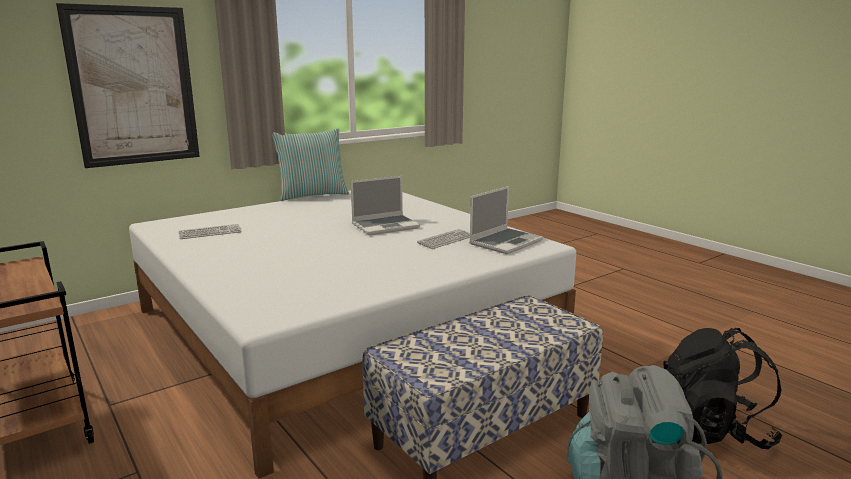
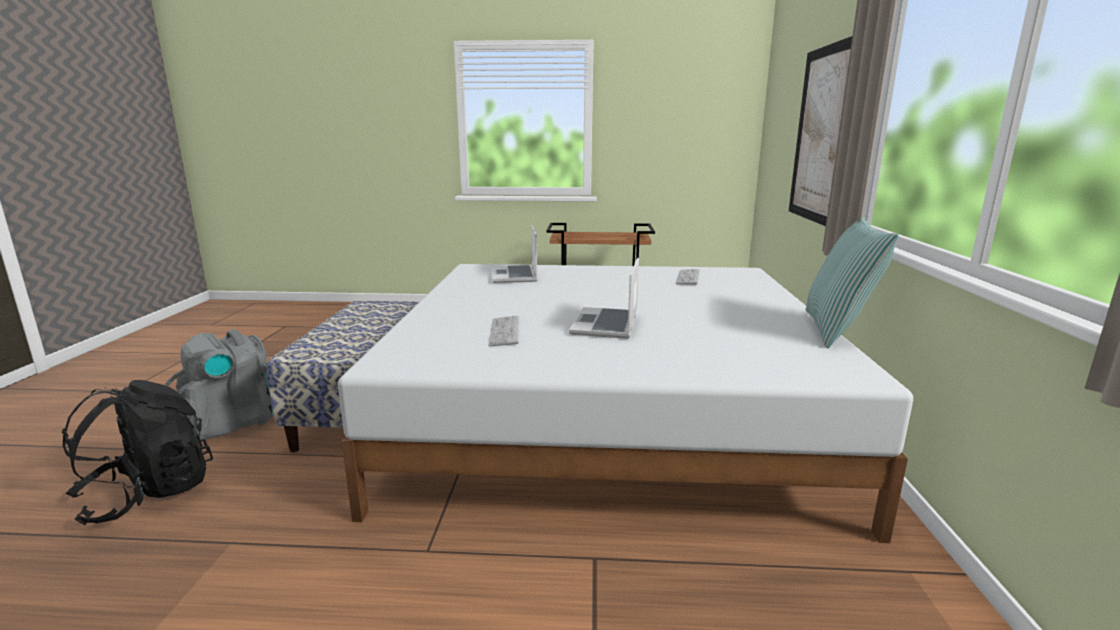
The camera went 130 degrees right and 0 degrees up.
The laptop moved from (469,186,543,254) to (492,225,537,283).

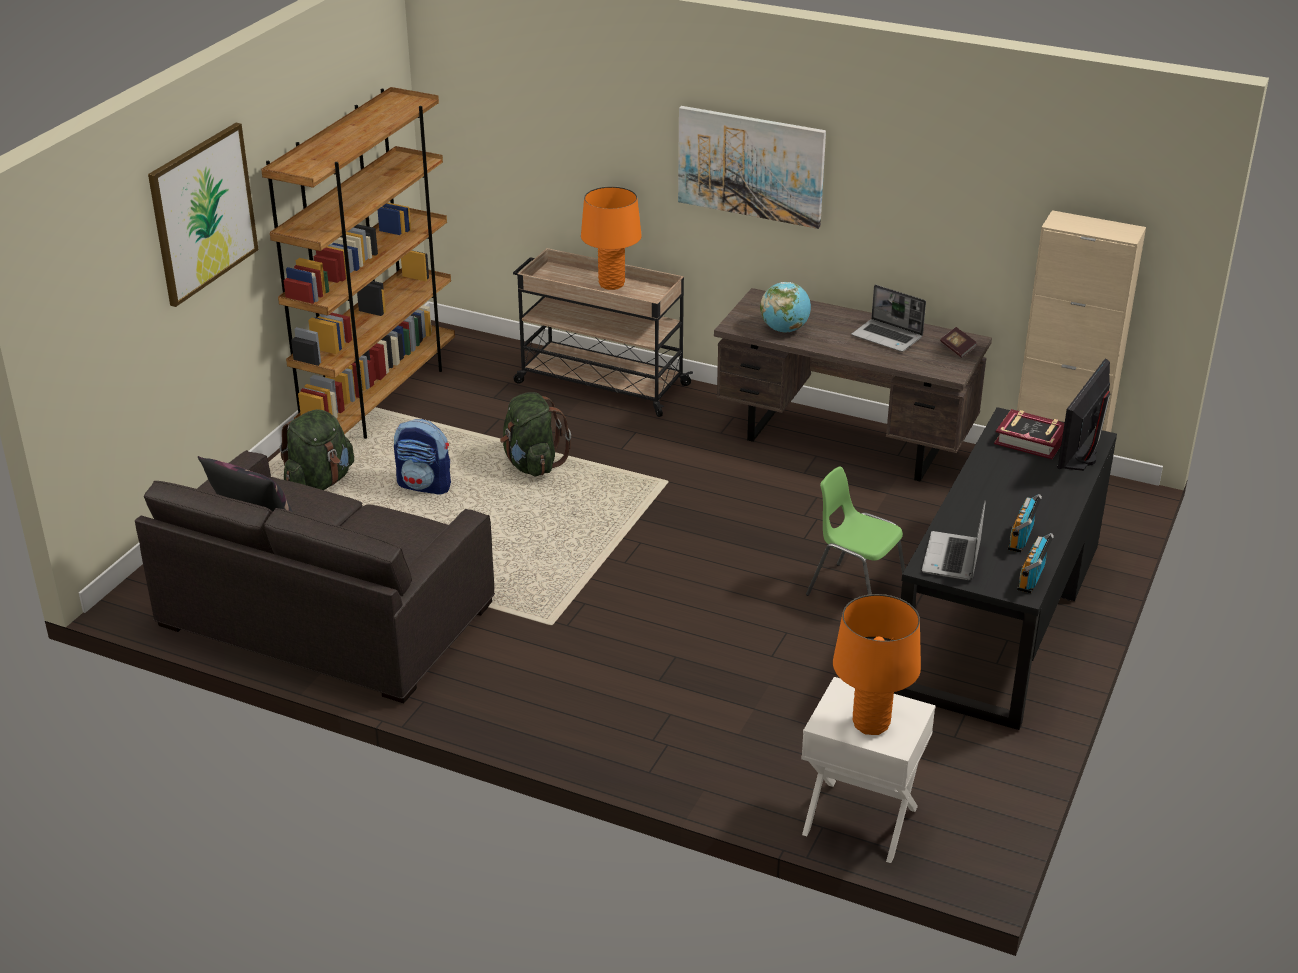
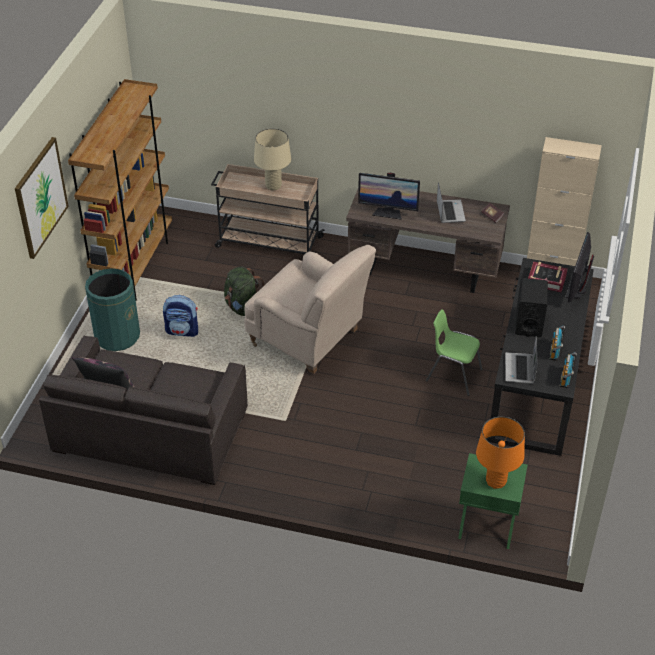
The camera went 10 degrees left and 10 degrees up.
The backpack/green at (280,409,354,490) was replaced by the trash can/green at (85,268,140,351).
The table lamp/orange at (581,186,642,290) became the table lamp/beige at (254,128,291,191).
The picture at (678,106,826,229) disappeared.
The globe at (760,282,811,333) was replaced by the monitor at (358,173,420,220).
The nightstand/white at (801,677,935,863) became the nightstand/green at (458,453,528,549).
The laptop at (851,285,926,352) turned 120 degrees counterclockwise.
The armchair/beige at (244,245,376,374) appeared.
The speaker/black at (515,278,548,337) appeared.

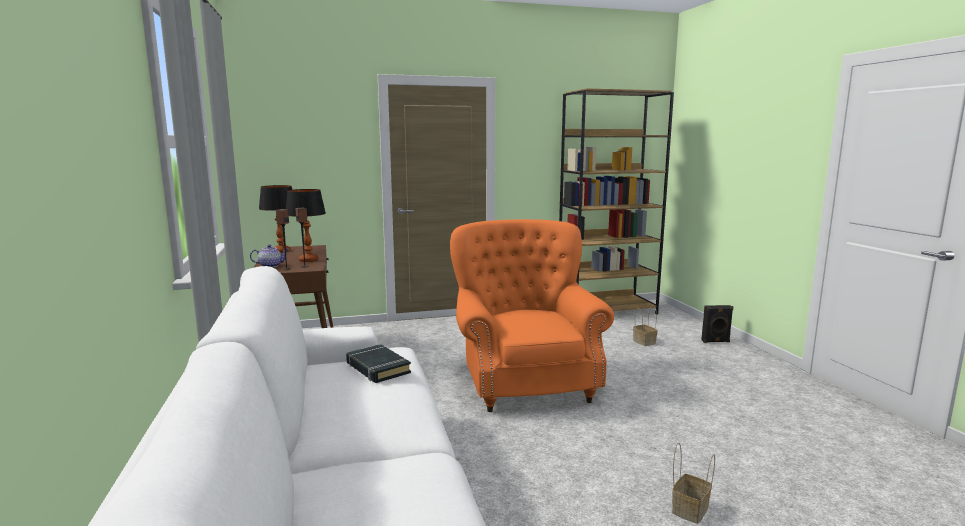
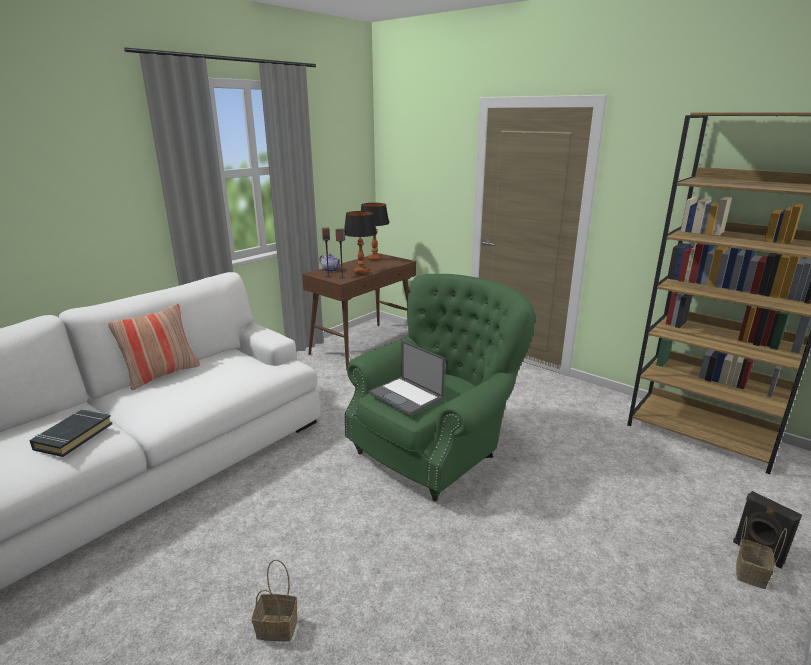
The camera went 55 degrees right and 10 degrees up.
The book/black moved from (346,344,411,383) to (29,409,113,457).
The armchair/orange at (450,219,614,412) became the armchair/green at (345,274,535,501).
The basket moved from (633,306,658,346) to (736,516,787,589).
The pillow at (108,304,200,390) appeared.
The laptop at (368,340,445,416) appeared.

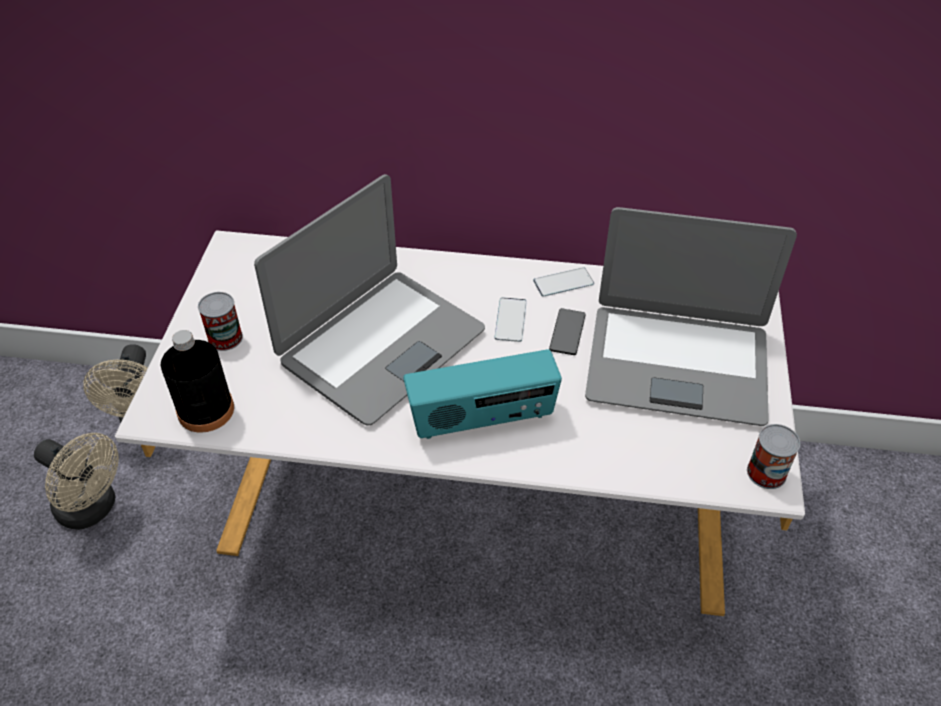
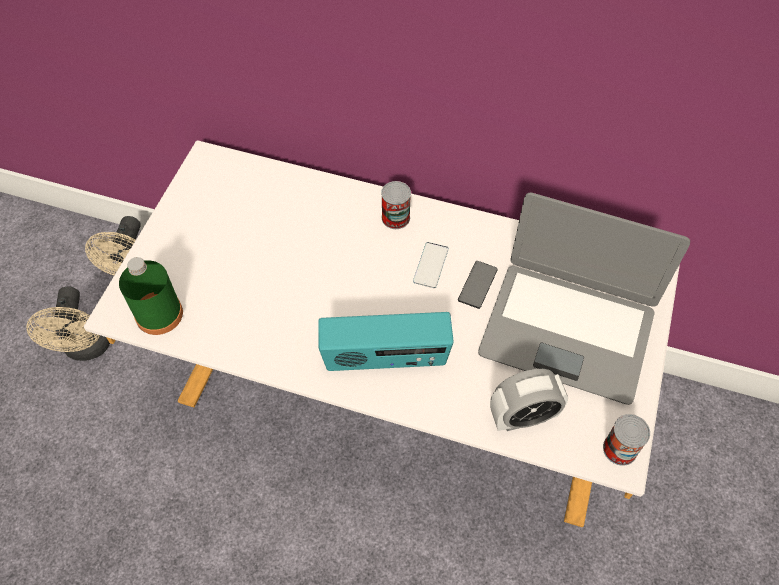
The camera went 10 degrees right and 10 degrees up.
The fan/beige at (34,433,119,530) turned 45 degrees clockwise.
The bottle/black at (161,330,234,433) became the bottle/green at (119,257,183,335).
The can moved from (198,292,243,351) to (381,181,411,229).
The laptop at (254,174,485,426) disappeared.
The phone at (533,267,594,297) disappeared.
The alarm clock at (490,369,568,431) appeared.

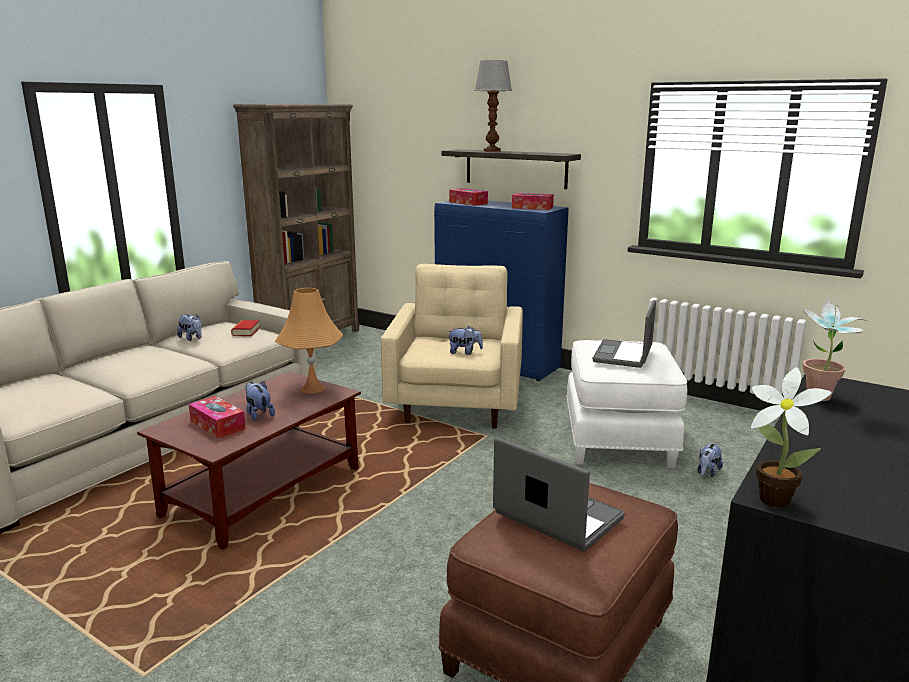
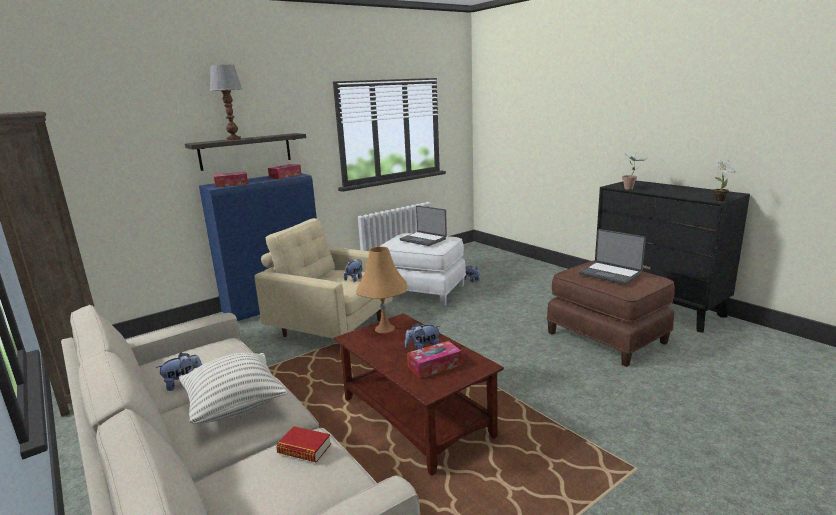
The camera went 70 degrees left and 0 degrees up.
The book moved from (231,320,260,336) to (276,426,331,462).
The laptop at (493,438,625,551) turned 105 degrees counterclockwise.
The pillow at (179,353,287,424) appeared.

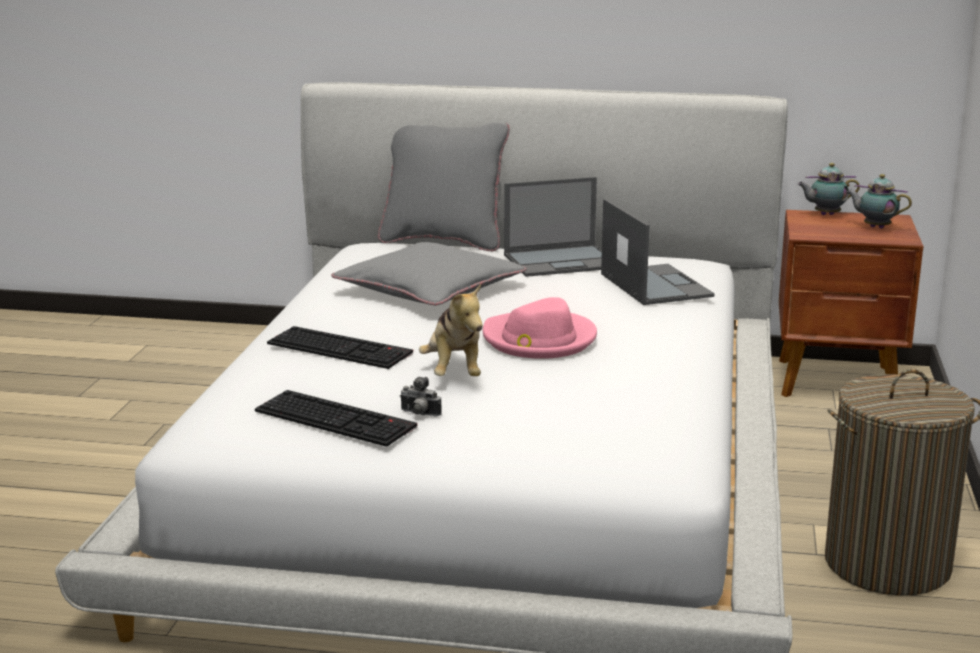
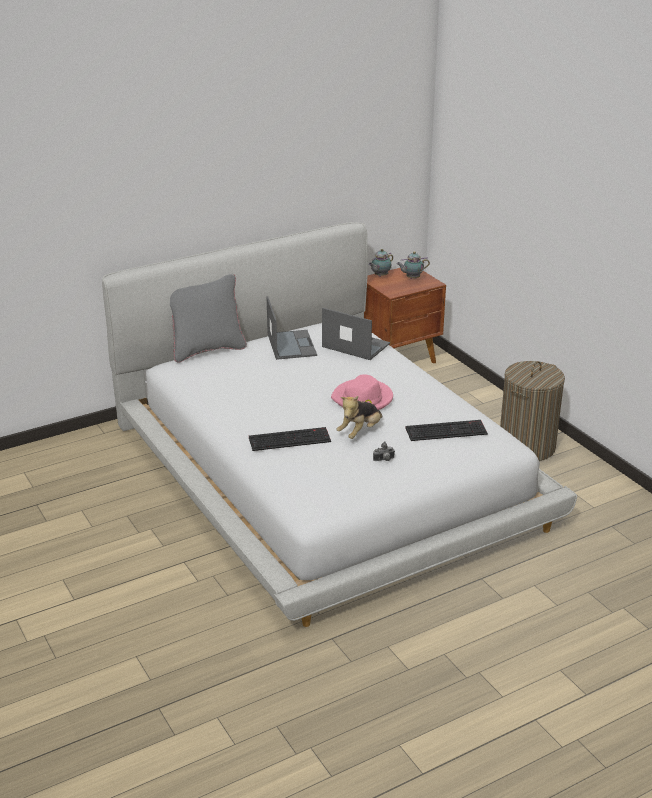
The camera went 40 degrees left and 10 degrees up.
The keyboard moved from (255,390,417,447) to (405,420,488,441).
The pillow/grey at (331,242,527,305) disappeared.
The plush toy at (419,284,483,376) turned 90 degrees clockwise.
The laptop at (504,177,602,277) turned 45 degrees counterclockwise.

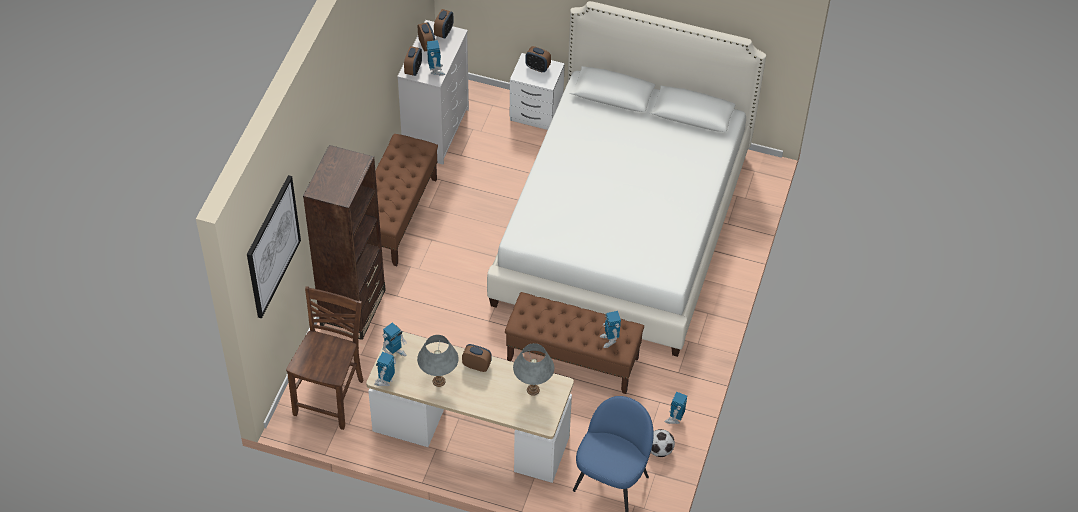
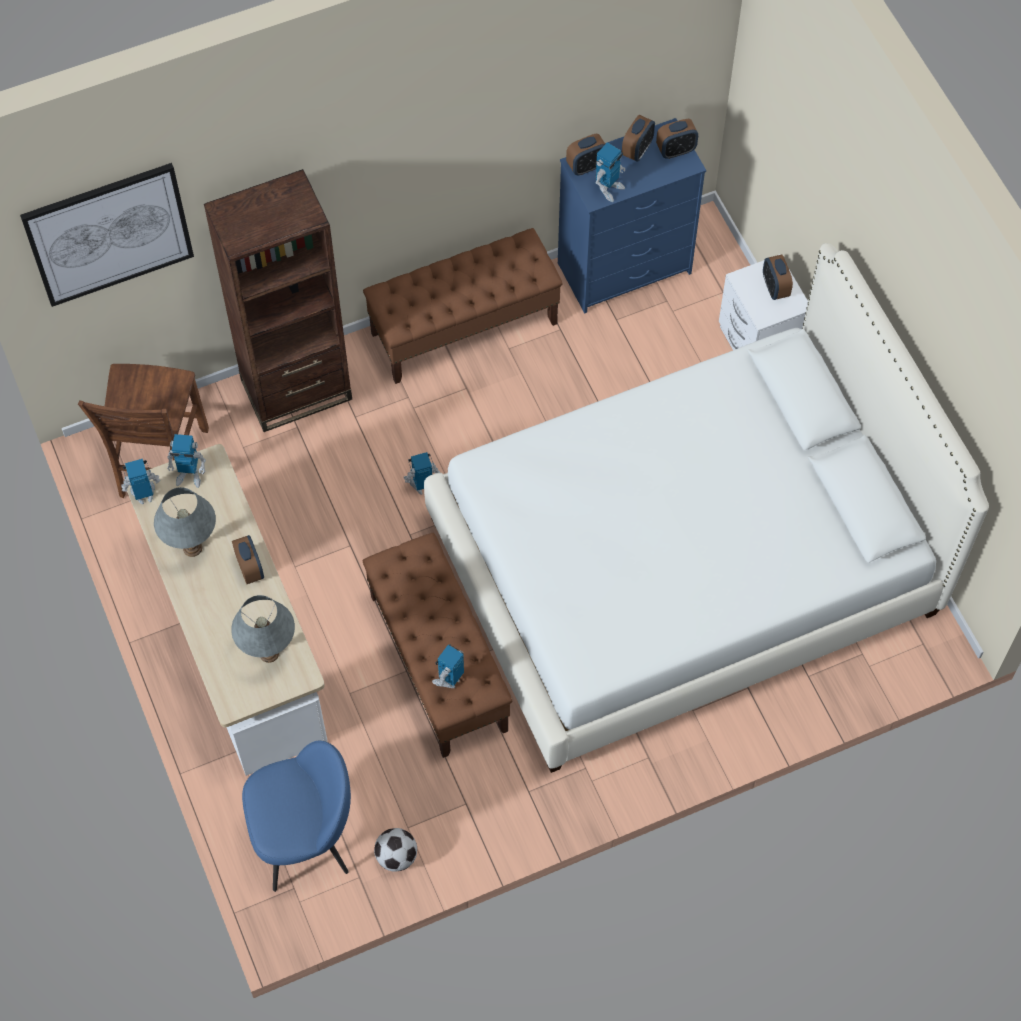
The camera went 50 degrees right and 10 degrees up.
The chair/brown at (286,286,364,430) turned 120 degrees clockwise.
The dresser/white at (397,20,469,164) became the dresser/blue at (558,118,706,313).
The toy robot moved from (664,392,687,424) to (403,452,440,495).

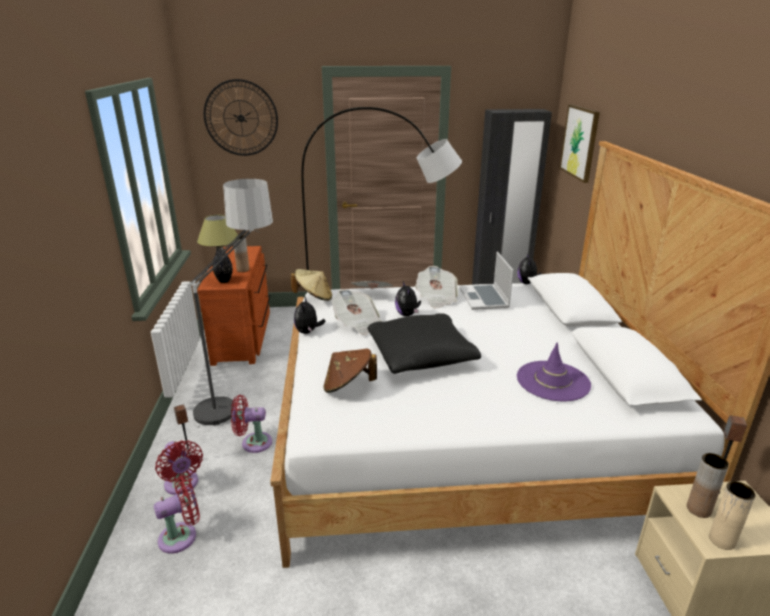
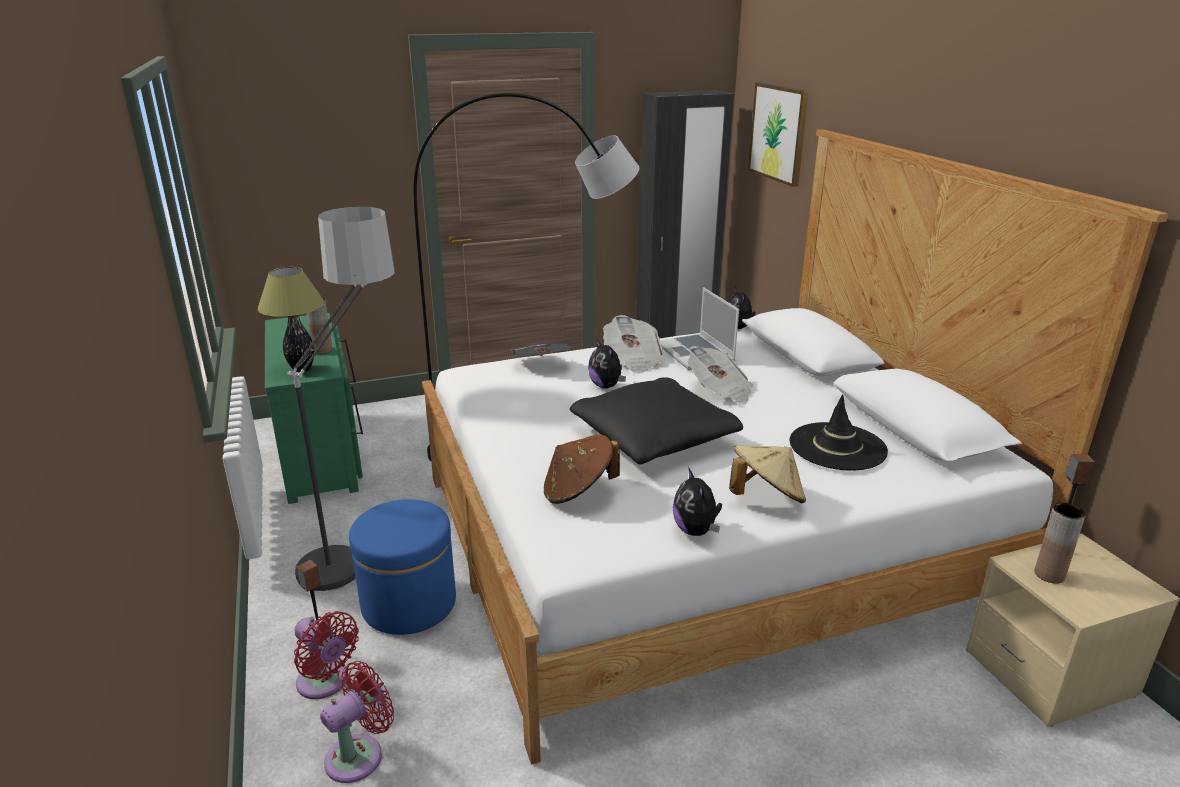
The camera went 15 degrees left and 0 degrees up.
The dresser/brown at (197,246,271,366) became the dresser/green at (265,313,363,504).
The wall clock at (204,79,278,156) disappeared.
The fan/red at (231,395,272,453) was replaced by the ottoman/blue at (349,499,456,635).
The hat/beige moved from (291,269,332,301) to (729,445,806,503).
The plush toy moved from (294,297,326,334) to (673,467,722,536).
The newspaper moved from (331,289,382,335) to (688,346,753,405).
The hat/purple at (517,342,591,402) became the hat/black at (789,394,888,471).
The vase/beige at (709,481,756,550) disappeared.

